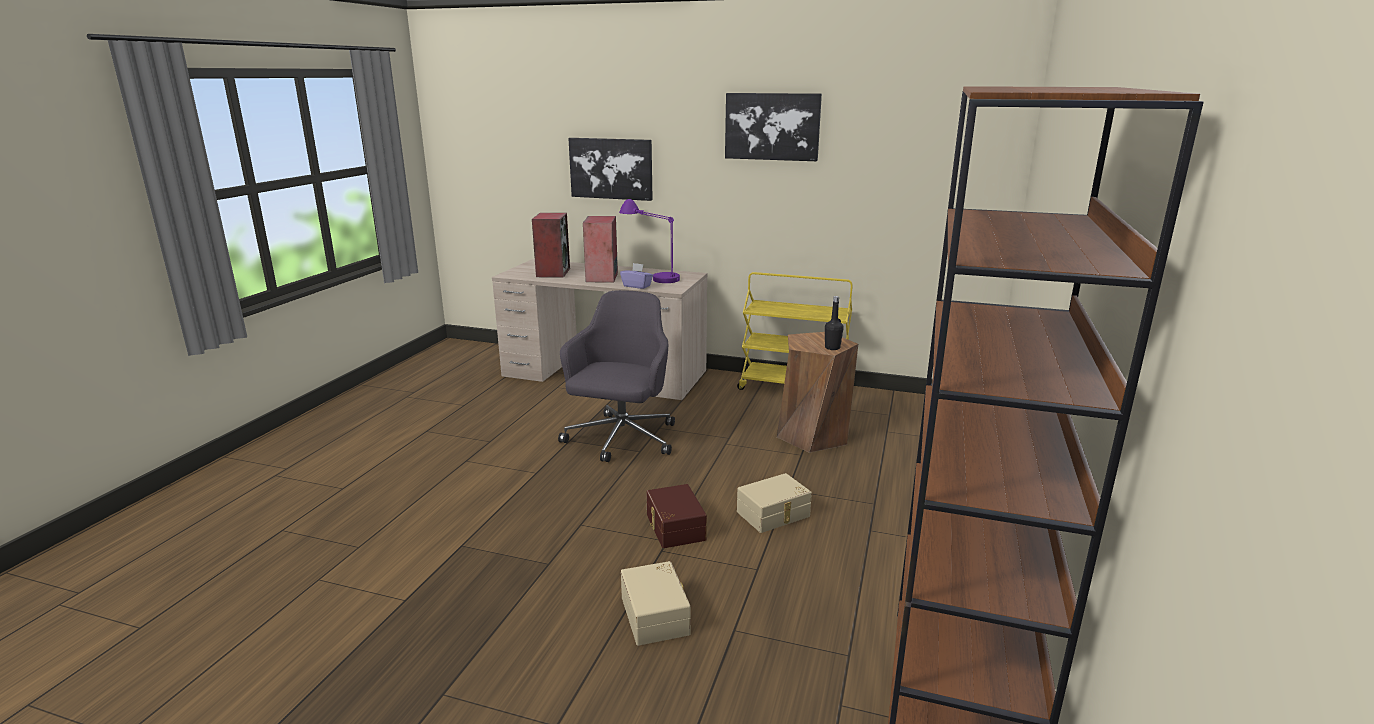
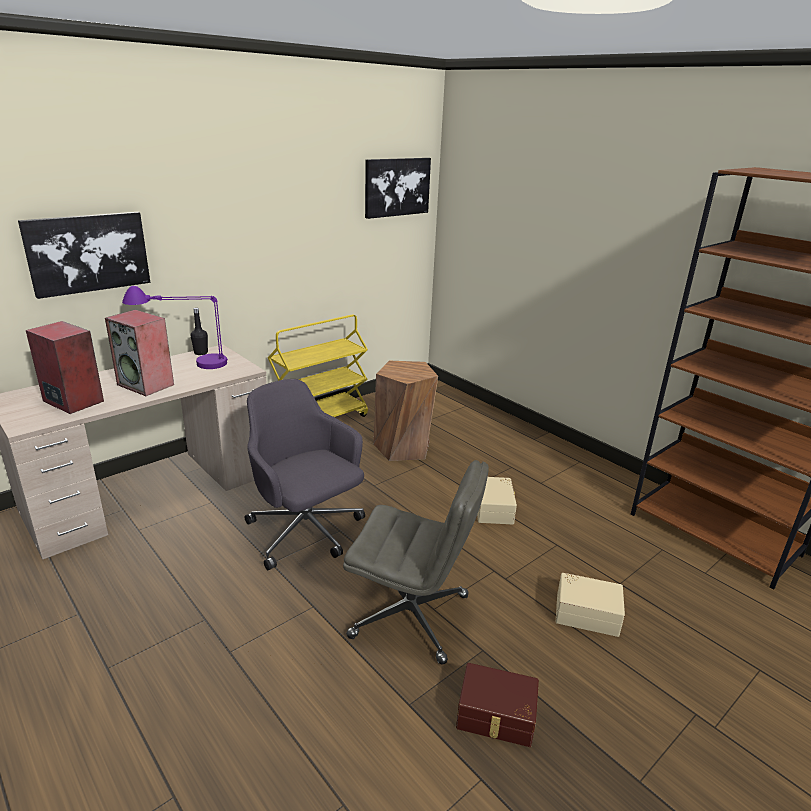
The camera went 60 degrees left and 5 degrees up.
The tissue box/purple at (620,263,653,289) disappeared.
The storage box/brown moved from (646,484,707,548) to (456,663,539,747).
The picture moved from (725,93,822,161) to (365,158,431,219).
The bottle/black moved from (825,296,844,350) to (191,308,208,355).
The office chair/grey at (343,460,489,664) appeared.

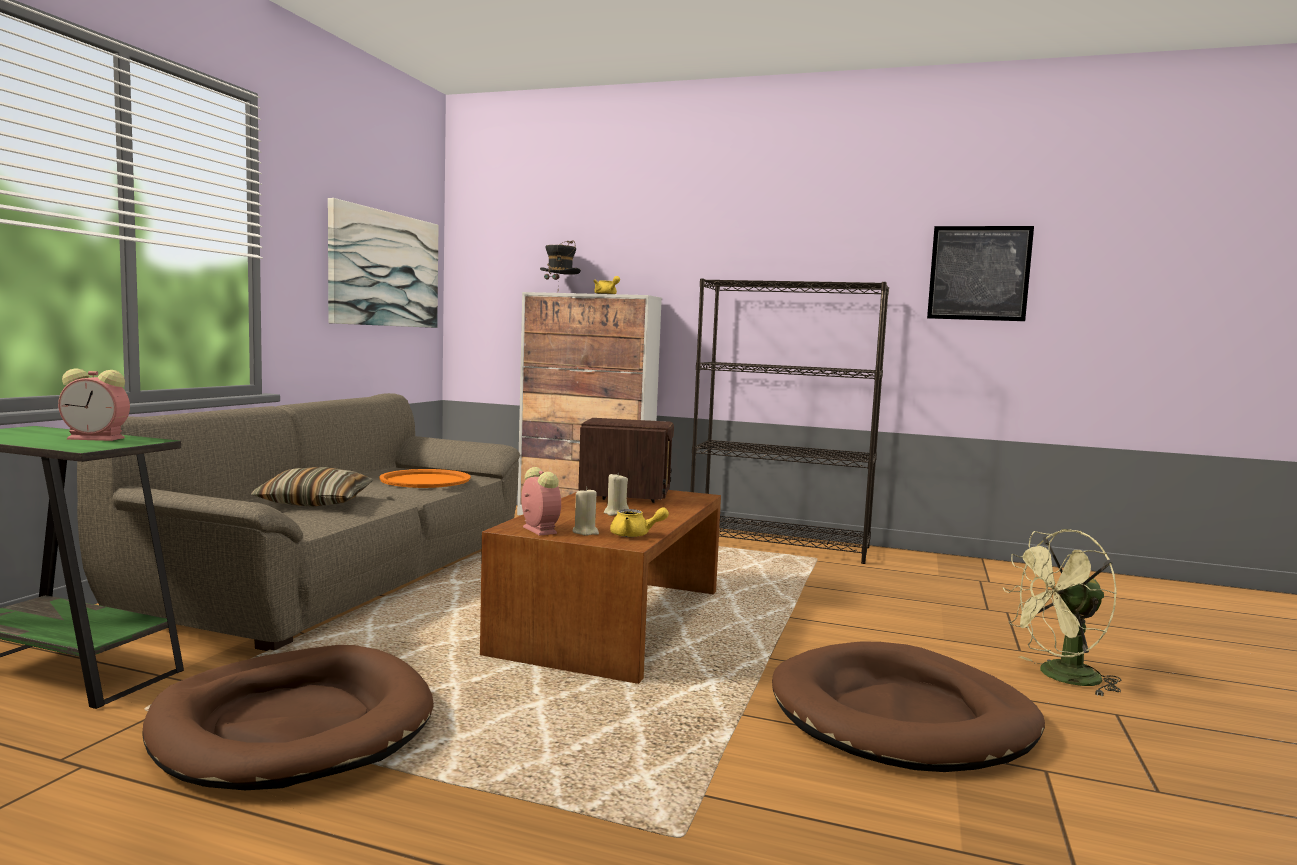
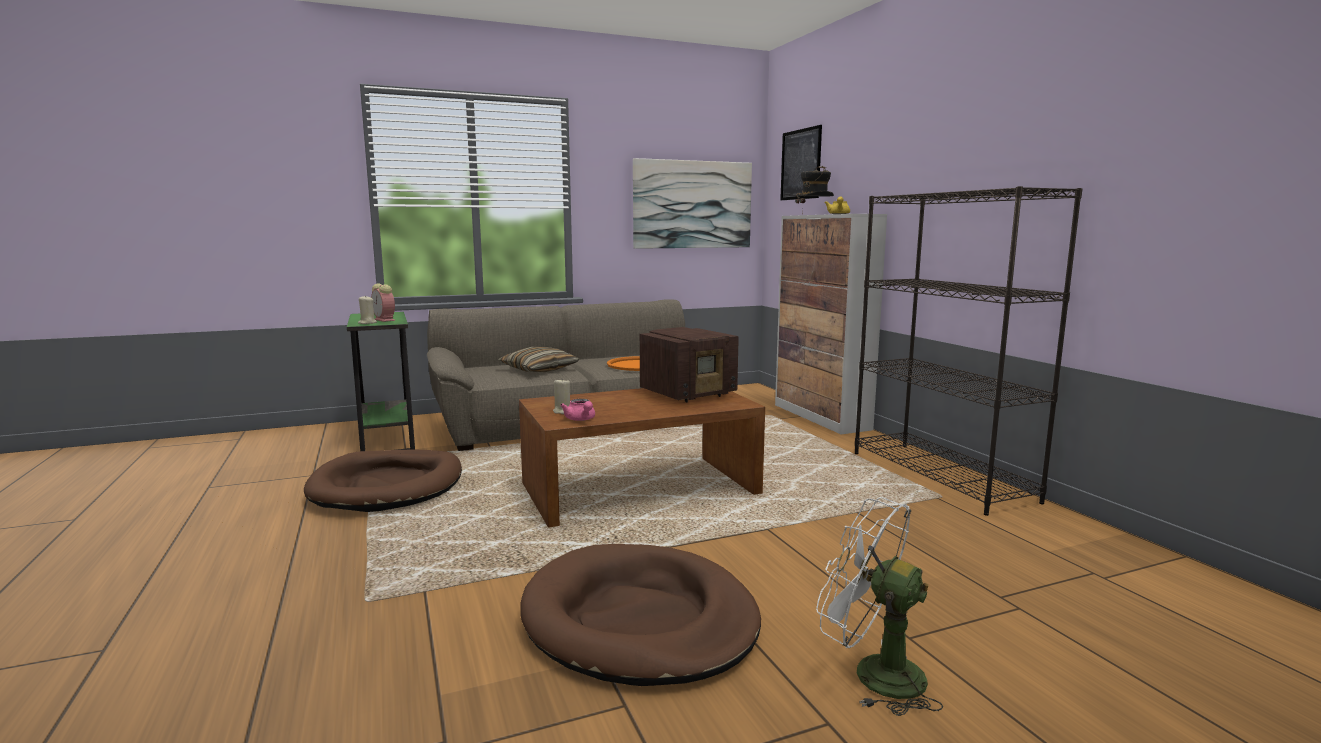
The camera went 50 degrees right and 5 degrees up.
The alarm clock at (521,467,561,536) disappeared.
The candle/beige moved from (604,473,629,516) to (358,295,377,324).
The teapot/yellow at (610,507,669,537) became the teapot/pink at (560,399,595,421).
The picture moved from (927,226,1034,321) to (780,125,822,200).
The fan/green at (1003,529,1121,696) became the fan/white at (816,497,943,716).

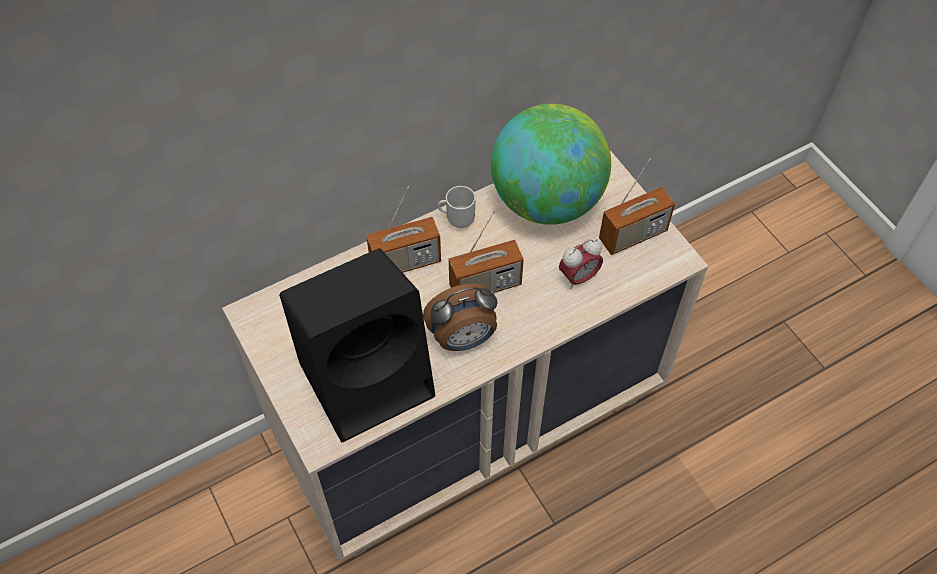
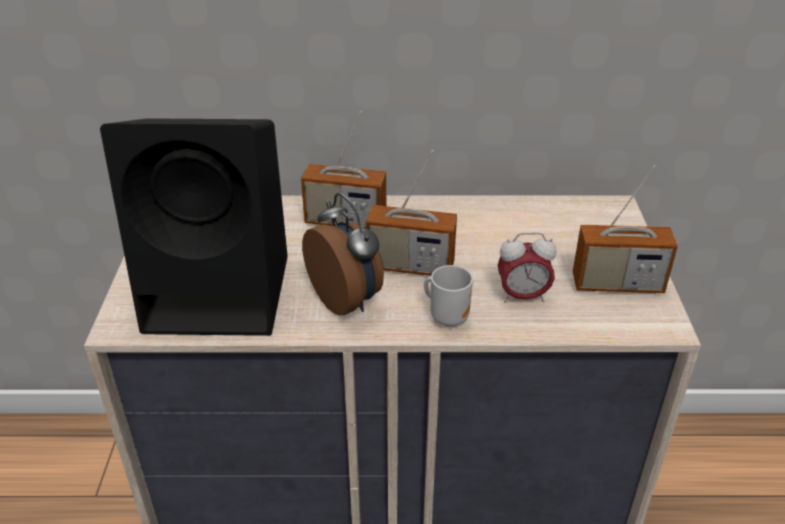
The camera went 30 degrees right and 20 degrees down.
The alarm clock at (423,283,498,351) turned 135 degrees counterclockwise.
The mug moved from (437,186,476,228) to (424,265,473,327).
The globe at (491,104,611,225) disappeared.

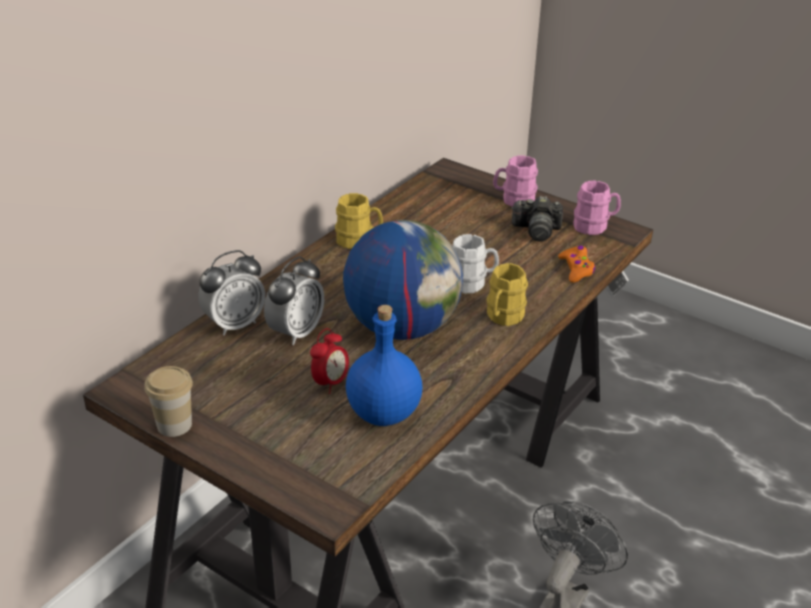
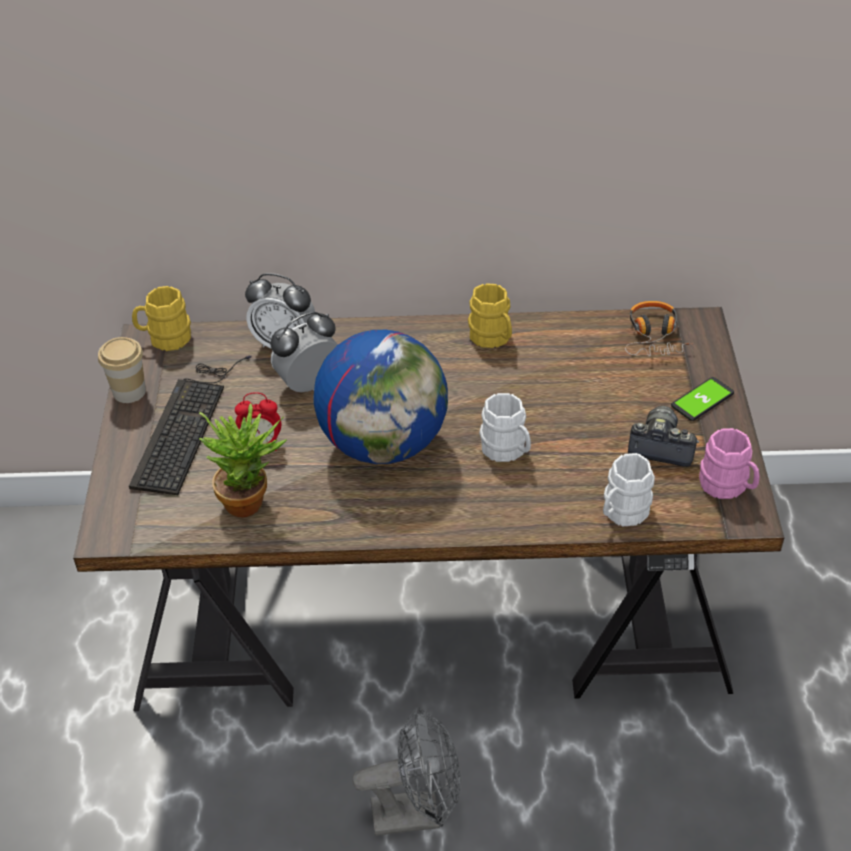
The camera went 55 degrees right and 10 degrees up.
The alarm clock at (264,257,324,345) turned 150 degrees clockwise.
The bottle/blue at (346,305,422,426) was replaced by the potted plant at (199,403,287,517).
The mug/yellow moved from (486,263,528,326) to (132,286,191,351).
The mug/pink at (493,156,538,207) was replaced by the phone at (671,377,734,421).
The photo camera at (511,196,563,242) turned 135 degrees clockwise.
The game controller/orange at (558,246,595,283) was replaced by the mug/white at (603,453,655,527).
The keyboard at (129,356,252,495) appeared.
The headphones at (625,301,693,357) appeared.

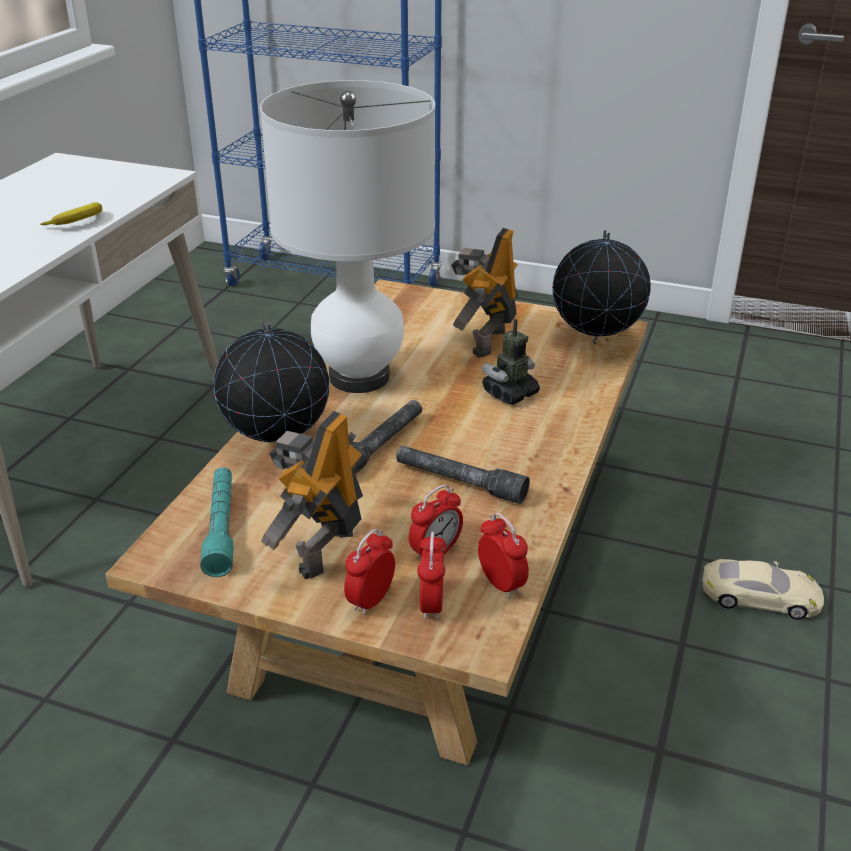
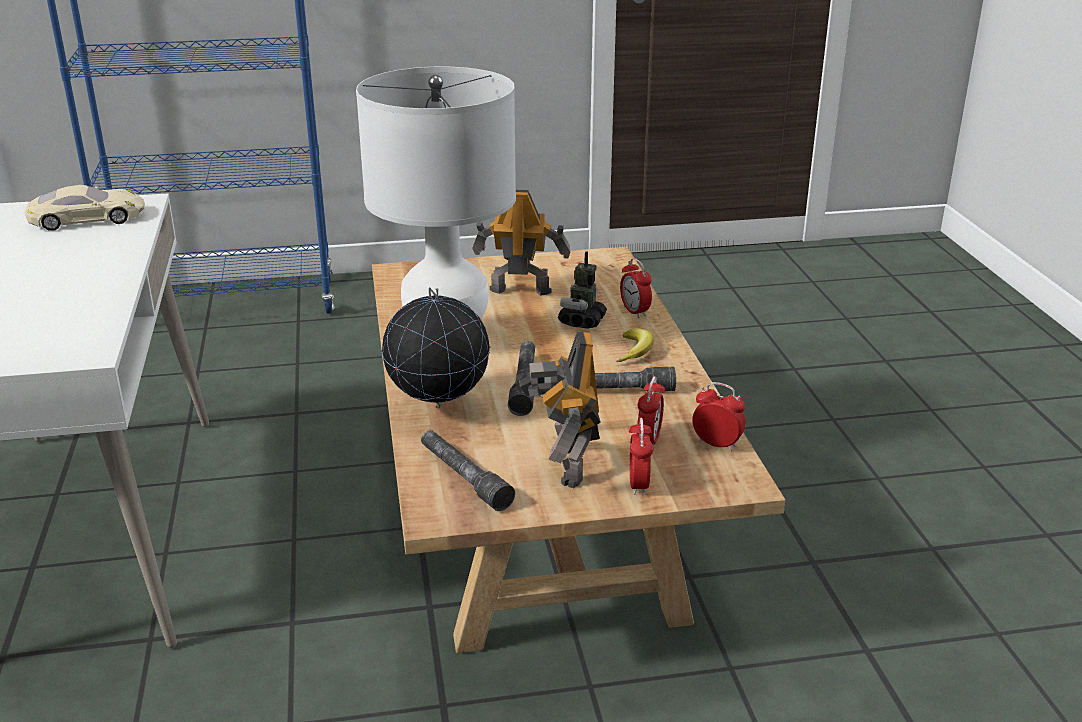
The camera went 30 degrees left and 5 degrees down.
The banana moved from (41,202,102,225) to (616,328,654,362).
The flashlight/turquoise at (200,467,233,577) became the flashlight/grey at (421,430,515,511).
The alarm clock moved from (417,532,446,620) to (620,258,652,318).
The toy robot at (451,228,518,358) turned 105 degrees clockwise.
The globe at (552,230,651,345) disappeared.
The toy car/beige moved from (702,559,824,620) to (25,185,145,231).

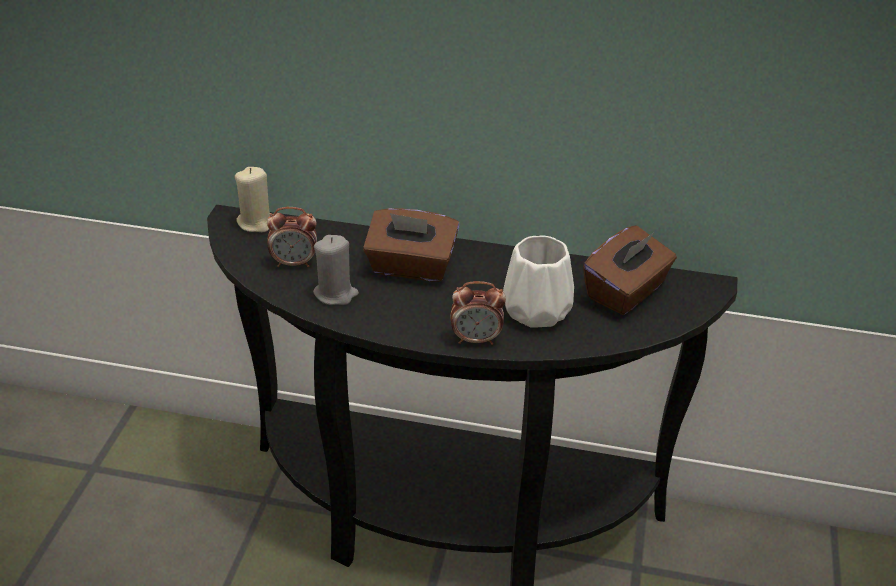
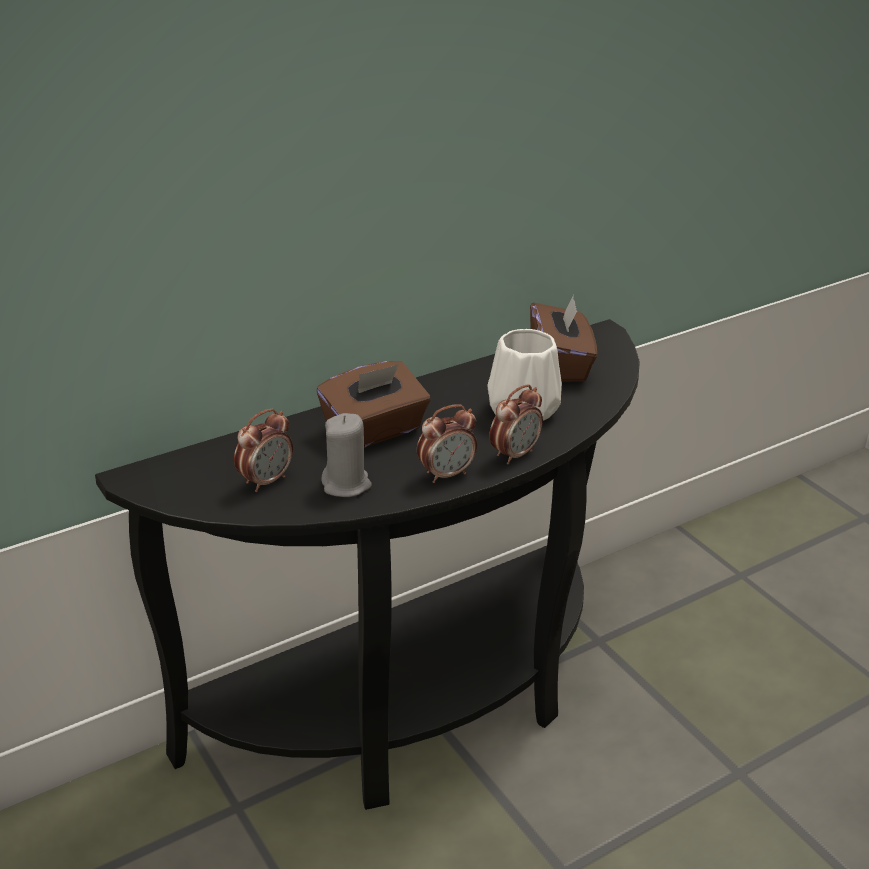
The camera went 45 degrees left and 5 degrees down.
The candle/beige at (235,167,270,232) disappeared.
The alarm clock at (417,404,477,483) appeared.

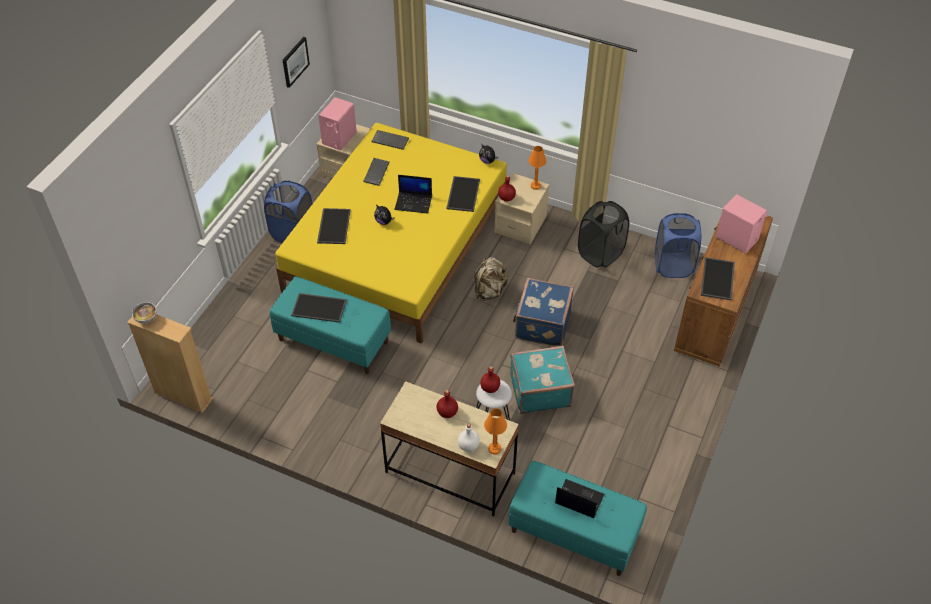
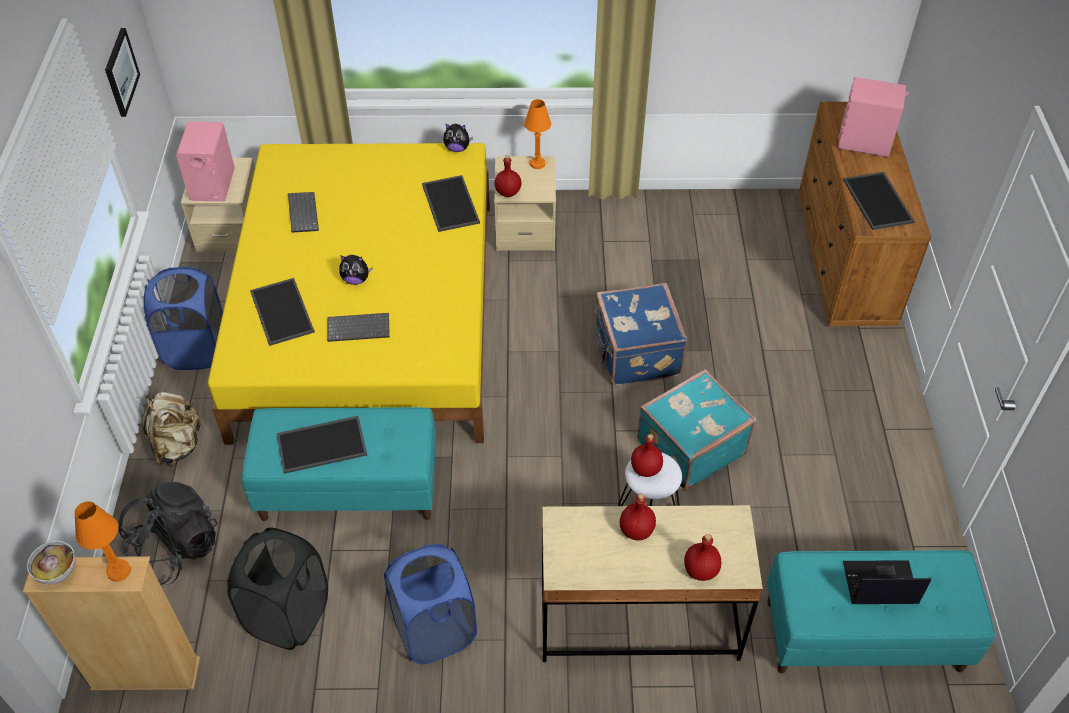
The camera went 25 degrees left and 0 degrees up.
The keyboard moved from (371,130,409,150) to (327,313,390,342).
The laptop at (395,175,432,214) disappeared.
The bottle/white at (458,423,480,452) became the bottle/red at (684,534,721,581).
The backpack/beige moved from (474,257,508,301) to (141,392,203,467).
The table lamp/orange moved from (484,409,507,455) to (74,501,131,581).
The laundry basket/black moved from (578,201,629,268) to (227,527,328,650).
The laundry basket/blue moved from (655,213,701,278) to (384,544,477,664).
The backpack/black at (119,482,218,585) appeared.

